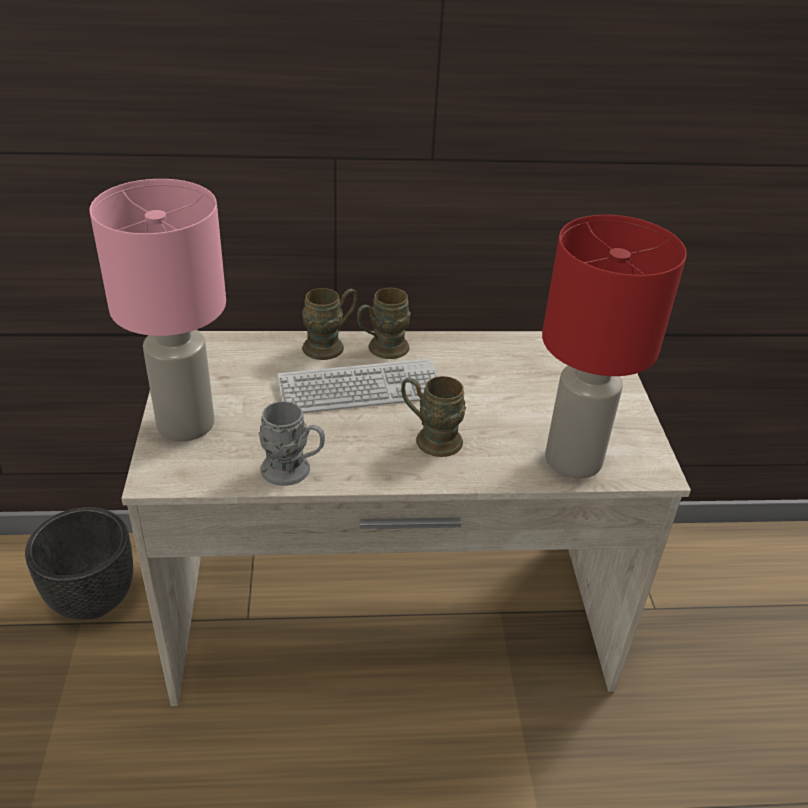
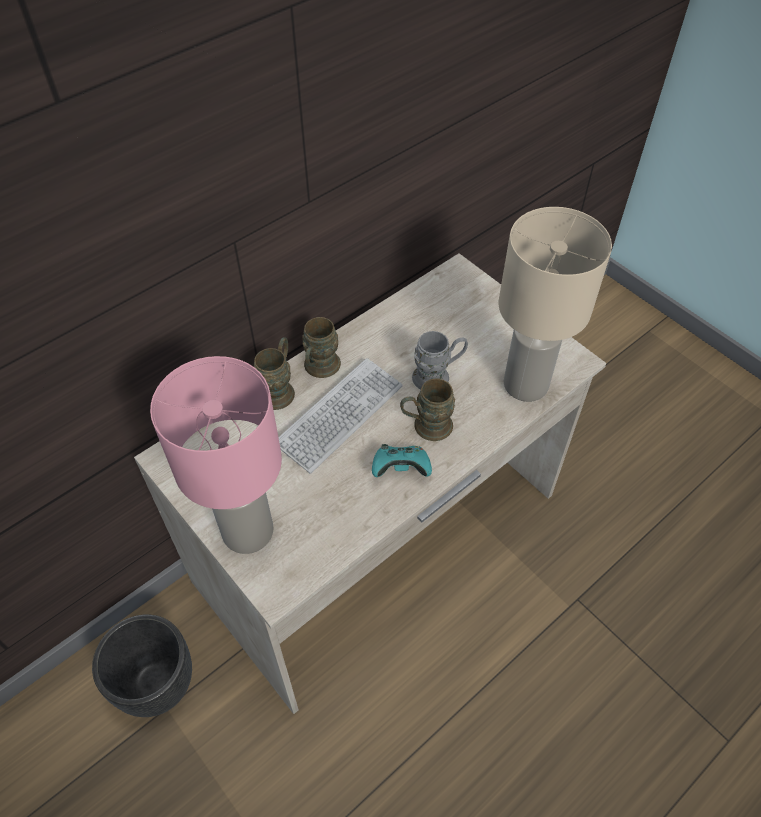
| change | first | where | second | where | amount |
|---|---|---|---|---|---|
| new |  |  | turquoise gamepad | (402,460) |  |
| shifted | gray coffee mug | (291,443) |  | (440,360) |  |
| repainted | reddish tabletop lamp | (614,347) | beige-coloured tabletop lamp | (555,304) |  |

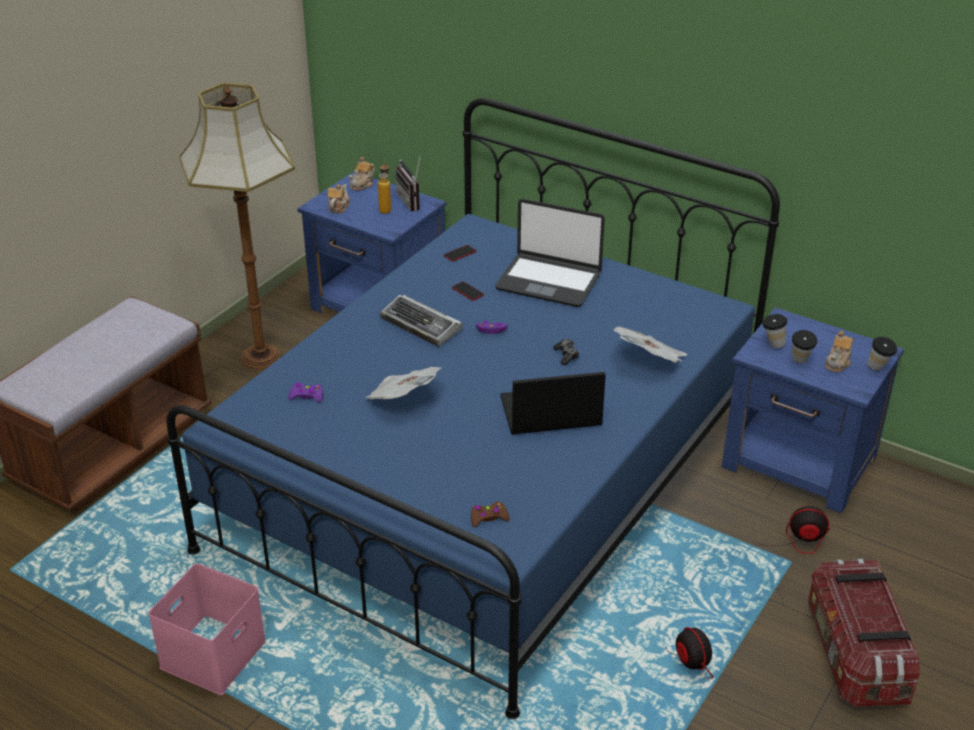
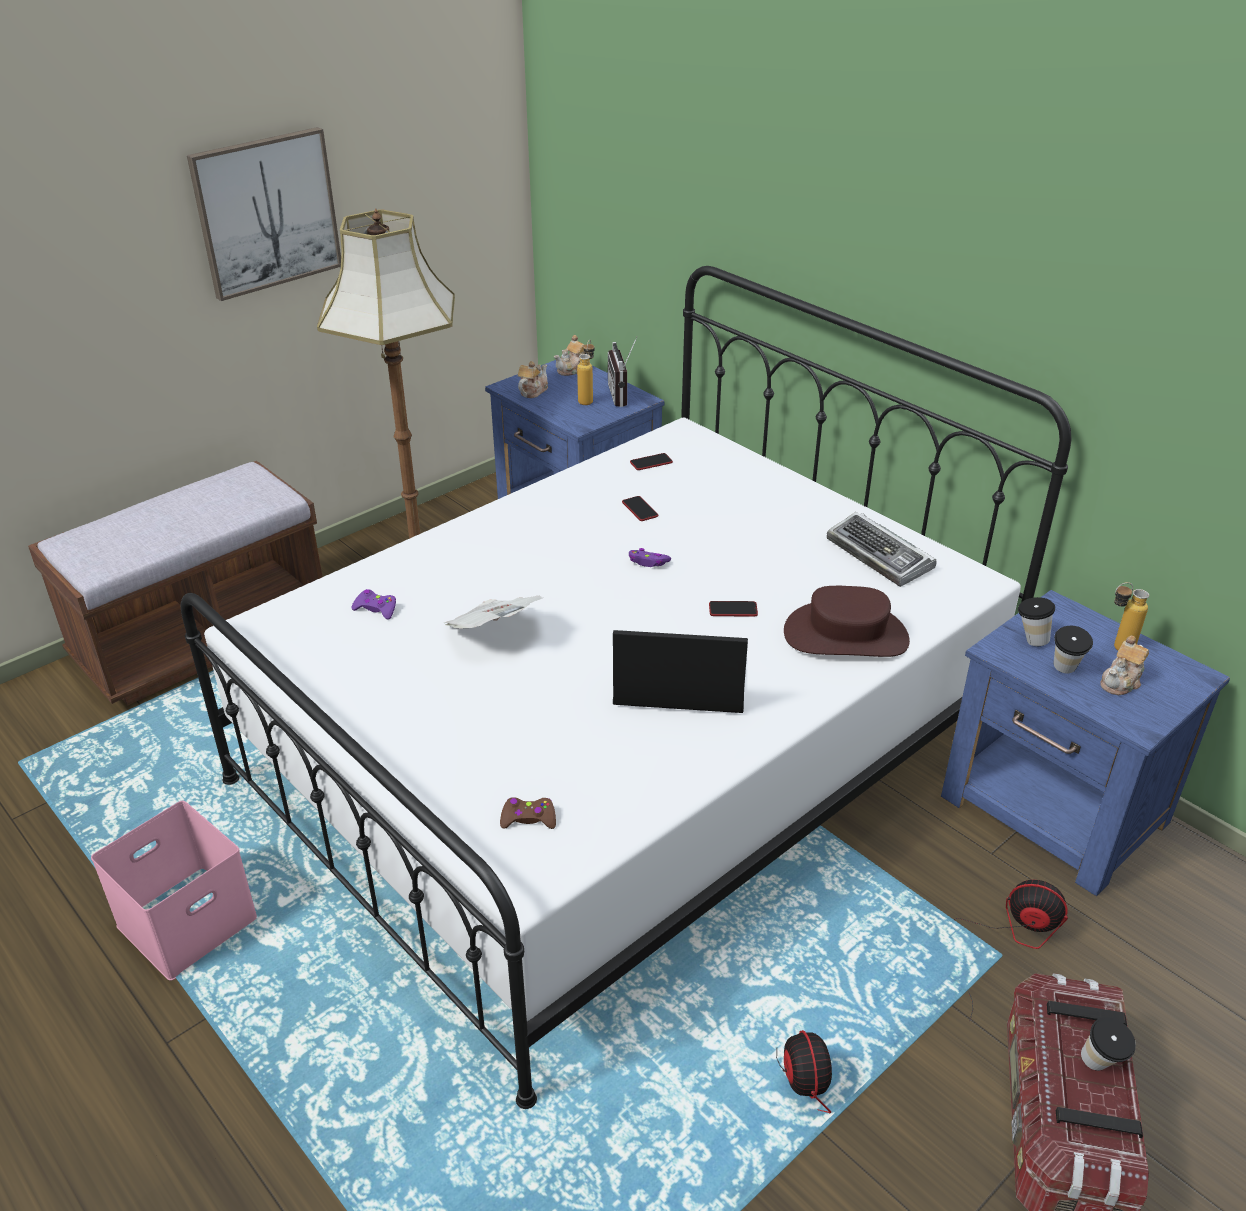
| change | first | where | second | where | amount |
|---|---|---|---|---|---|
| gone | laptop | (550,253) |  |  |  |
| new |  |  | picture | (264,214) |  |
| new |  |  | bottle | (1131,616) |  |
| shifted | computer keyboard | (421,320) |  | (881,549) |  |
| shifted | small cup | (882,354) |  | (1108,1044) |  |
| swapped | gamepad | (566,352) | handset | (733,609) |  |
| swapped | daily paper | (650,345) | brown-coloured hat | (847,621) |  |
| repainted | blue-coloured bed | (473,408) | white-coloured bed | (626,687) |  |

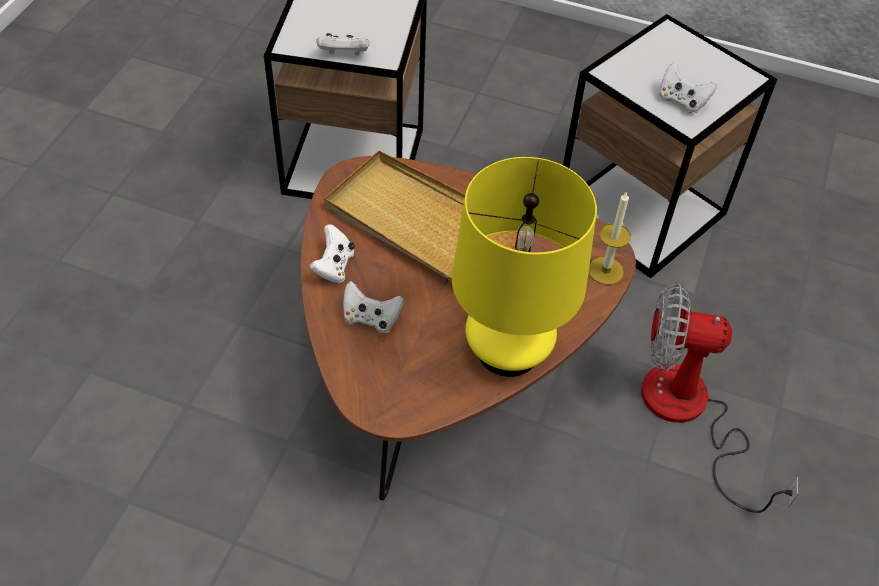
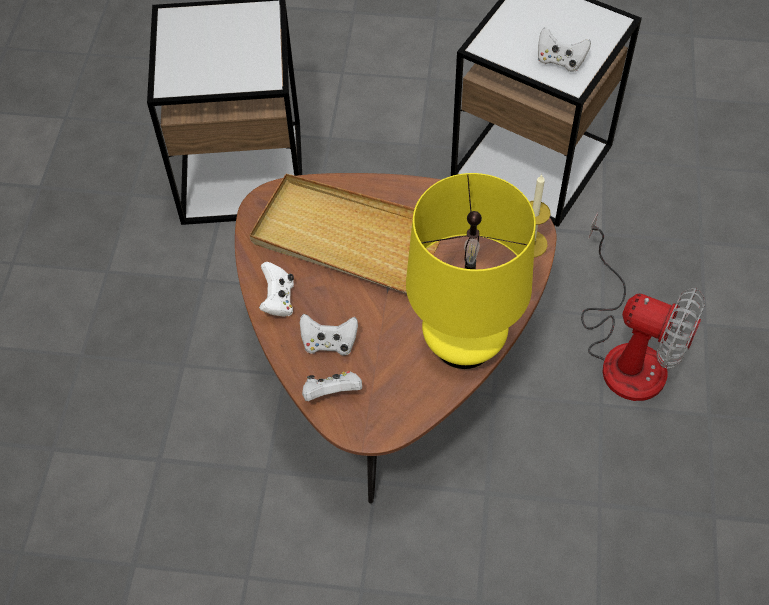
| change | first | where | second | where | amount |
|---|---|---|---|---|---|
| shifted | white-coloured gamepad | (343,44) |  | (332,386) |  |
| rotated | electric fan | (719,398) |  | (643,307) | 150 degrees counterclockwise |

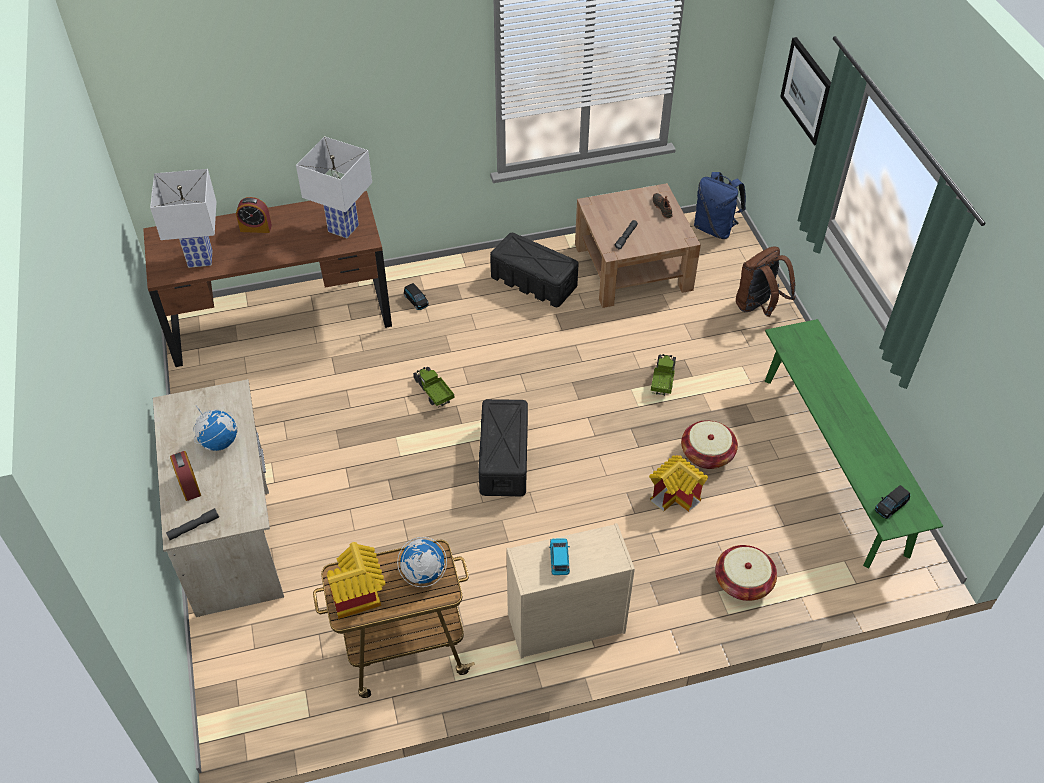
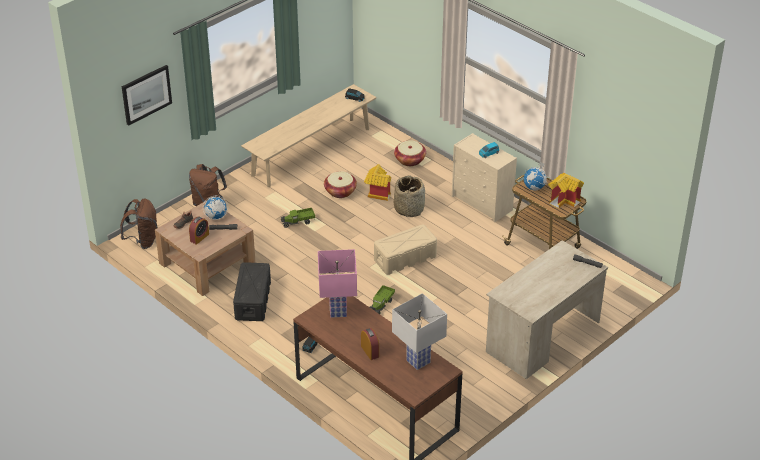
| change | first | where | second | where | amount |
|---|---|---|---|---|---|
| new |  |  | basket | (409,196) |  |
| shifted | bedside clock | (185,476) |  | (199,230) |  |
| shifted | globe | (215,428) |  | (215,208) |  |
| repainted | white-coloured tabletop lamp | (334,187) | pink tabletop lamp | (337,283) |  |
| repainted | blackish storage container | (503,447) | beige-coloured storage container | (405,249) |  |
| repainted | blue-coloured rucksack | (720,205) | brown-coloured rucksack | (139,224) |  |
| repainted | green indoor bench | (854,444) | beige-coloured indoor bench | (309,135) |  |

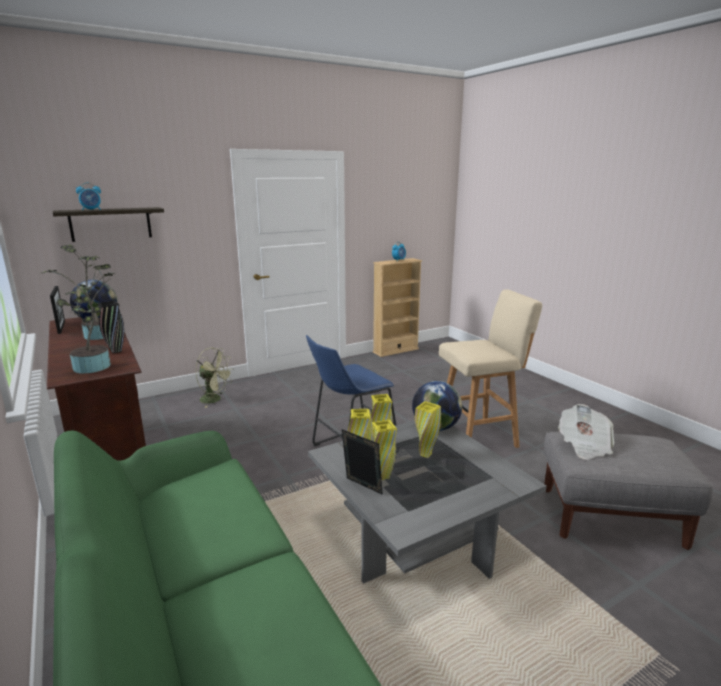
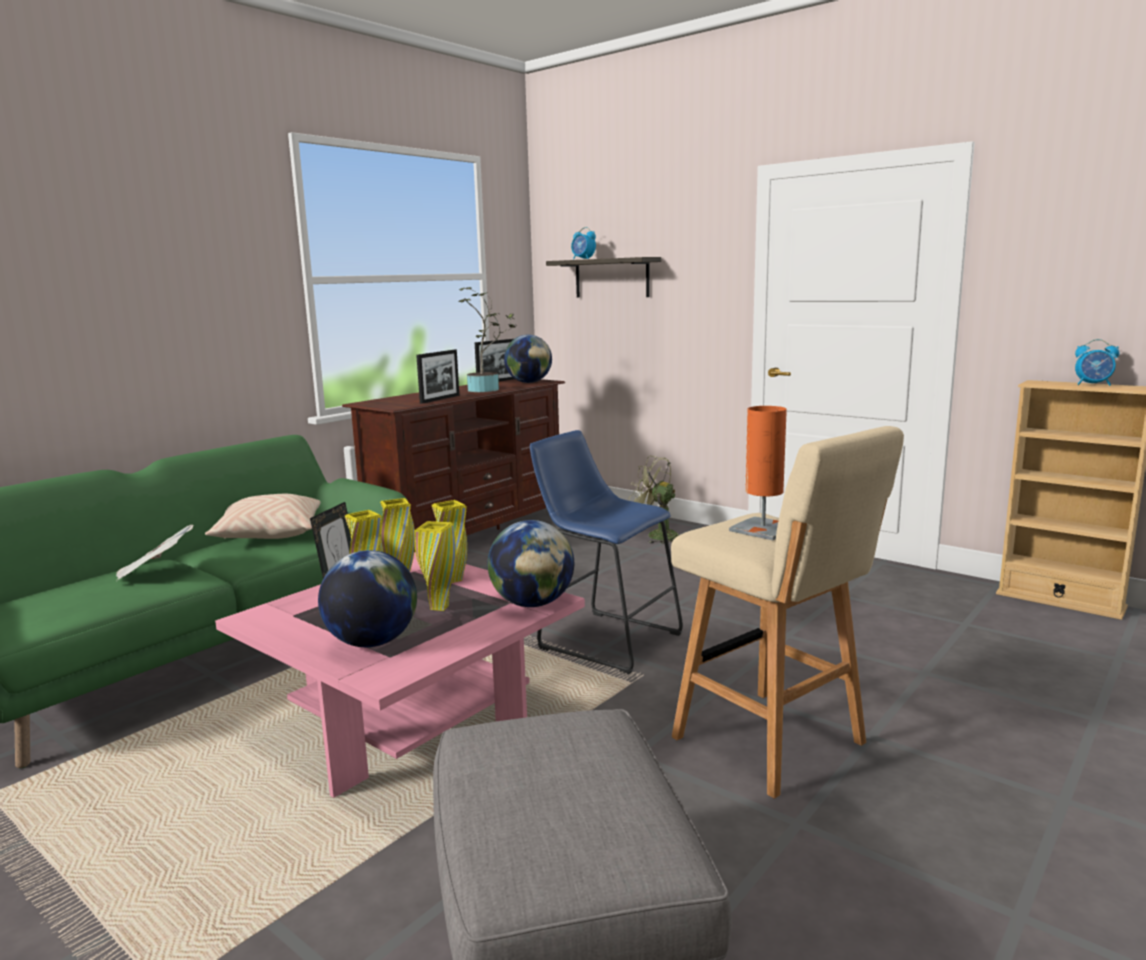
| change | first | where | second | where | amount |
|---|---|---|---|---|---|
| gone | houseplant | (76,315) |  |  |  |
| new |  |  | beige-coloured throw pillow | (262,516) |  |
| new |  |  | globe | (367,598) |  |
| new |  |  | orange-coloured tabletop lamp | (758,473) |  |
| shifted | daily paper | (586,431) |  | (154,552) |  |
| swapped | blackish vase | (111,327) | picture frame | (437,377) |  |
| repainted | gray low table | (427,502) | pink low table | (400,675) |  |
| rotated | green electric fan | (215,378) |  | (653,500) | 120 degrees clockwise |

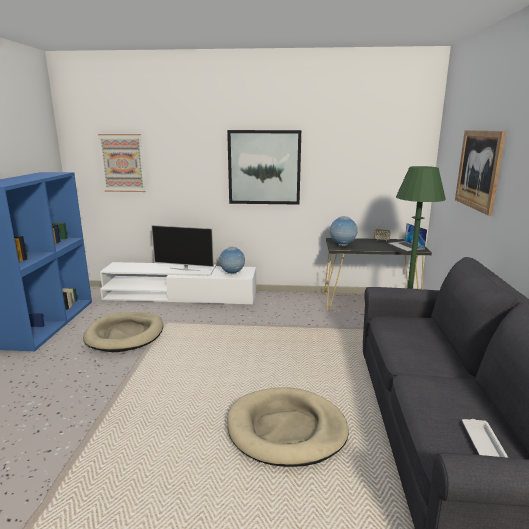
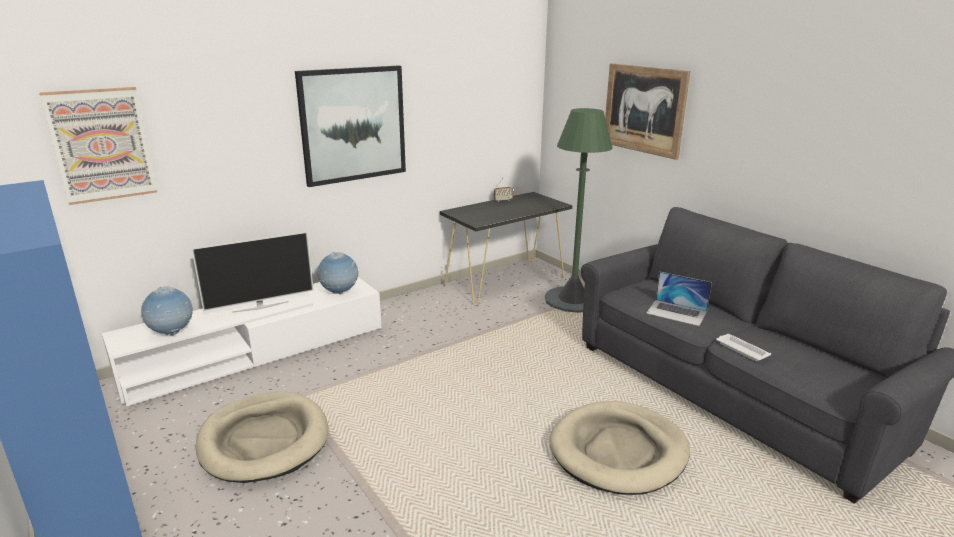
| change | first | where | second | where | amount |
|---|---|---|---|---|---|
| shifted | globe | (343,231) |  | (167,311) |  |
| shifted | laptop | (408,237) |  | (679,298) |  |
| shifted | white-coloured serving tray | (485,438) |  | (743,347) |  |

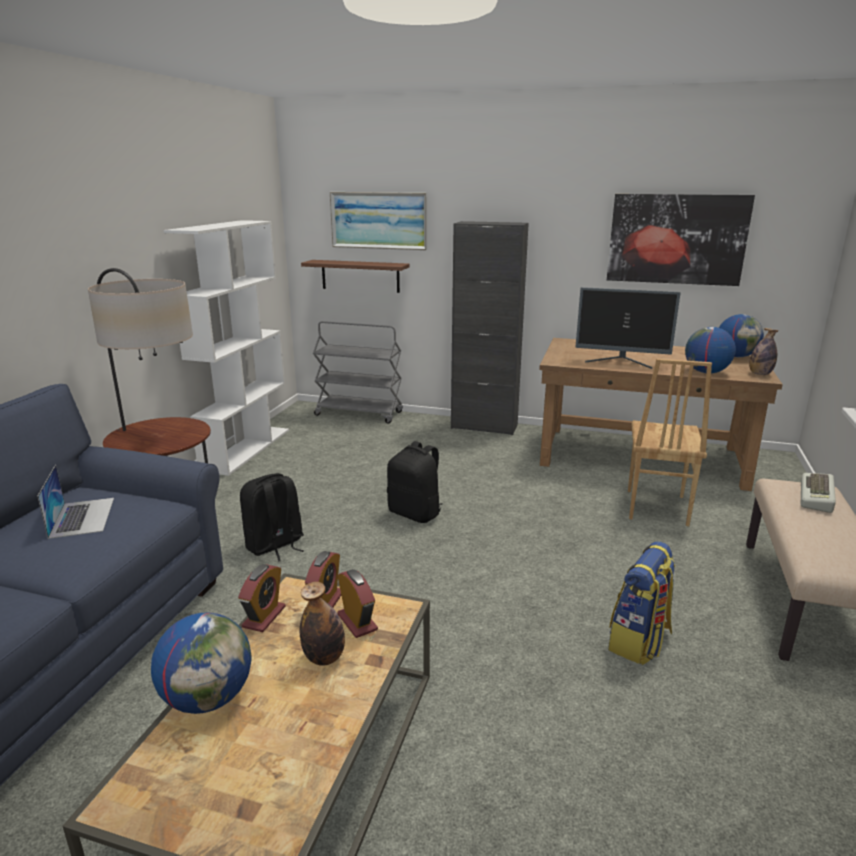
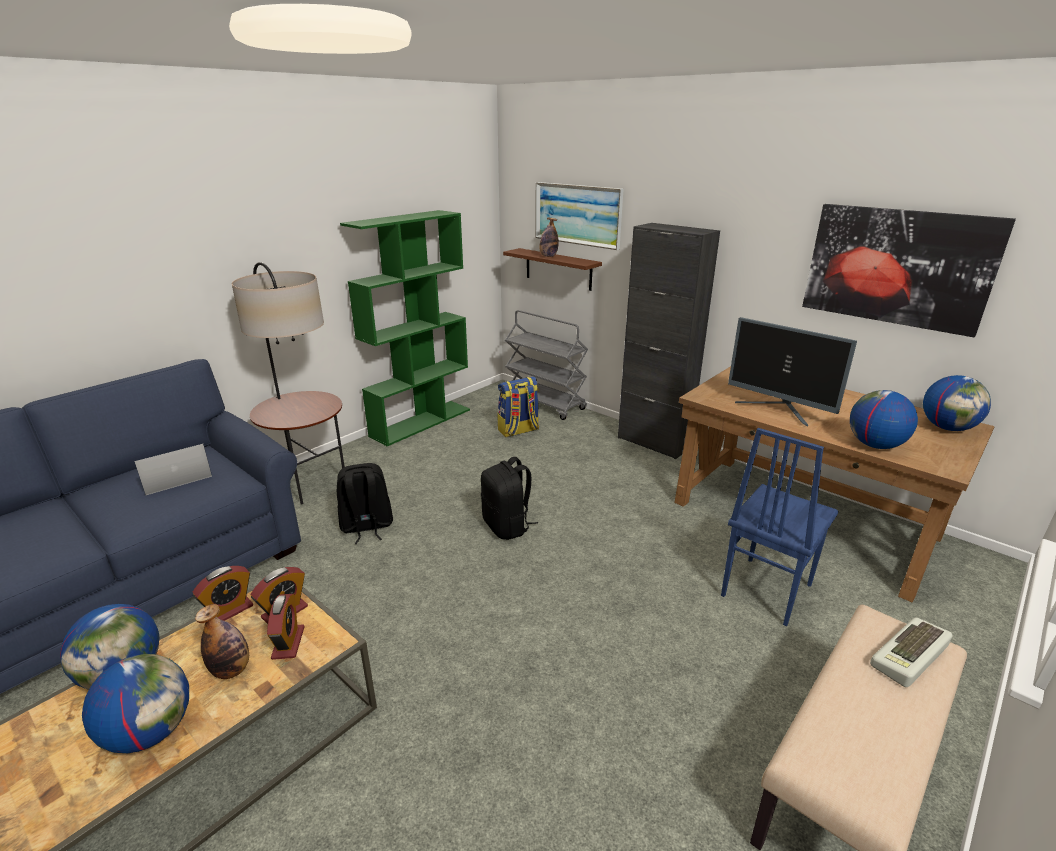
| change | first | where | second | where | amount |
|---|---|---|---|---|---|
| new |  |  | globe | (135,703) |  |
| shifted | rucksack | (641,603) |  | (518,406) |  |
| shifted | bottle | (763,351) |  | (549,237) |  |
| repainted | white-coloured bookcase | (226,348) | green bookcase | (405,328) |  |
| repainted | brown-coloured upright chair | (670,442) | blue-coloured upright chair | (779,527) |  |
| rotated | laptop | (75,502) |  | (173,469) | 135 degrees counterclockwise |

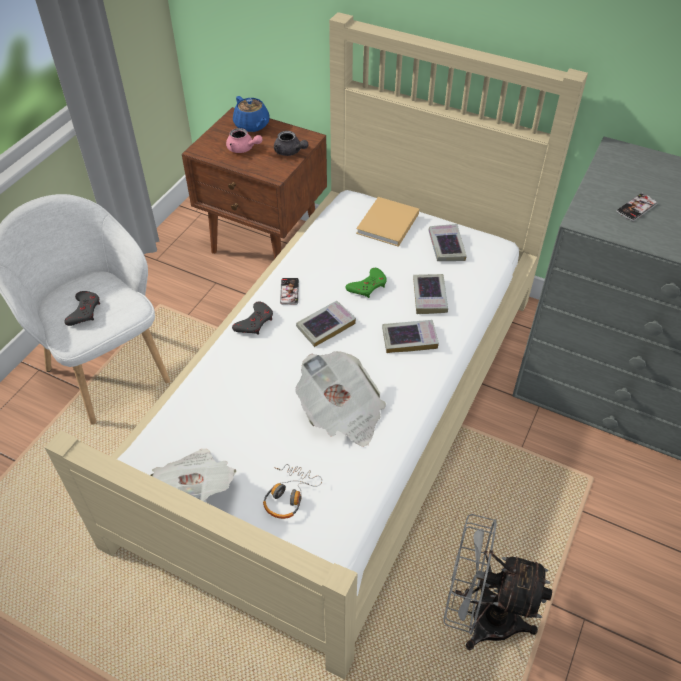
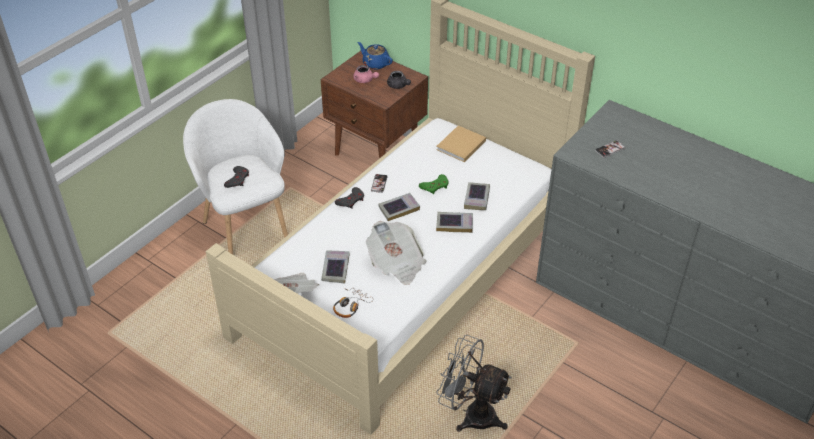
| change | first | where | second | where | amount |
|---|---|---|---|---|---|
| shifted | book | (447,242) |  | (335,267) |  |
| rotated | blue-coloured pot for tea | (251,114) |  | (375,55) | 150 degrees clockwise |

